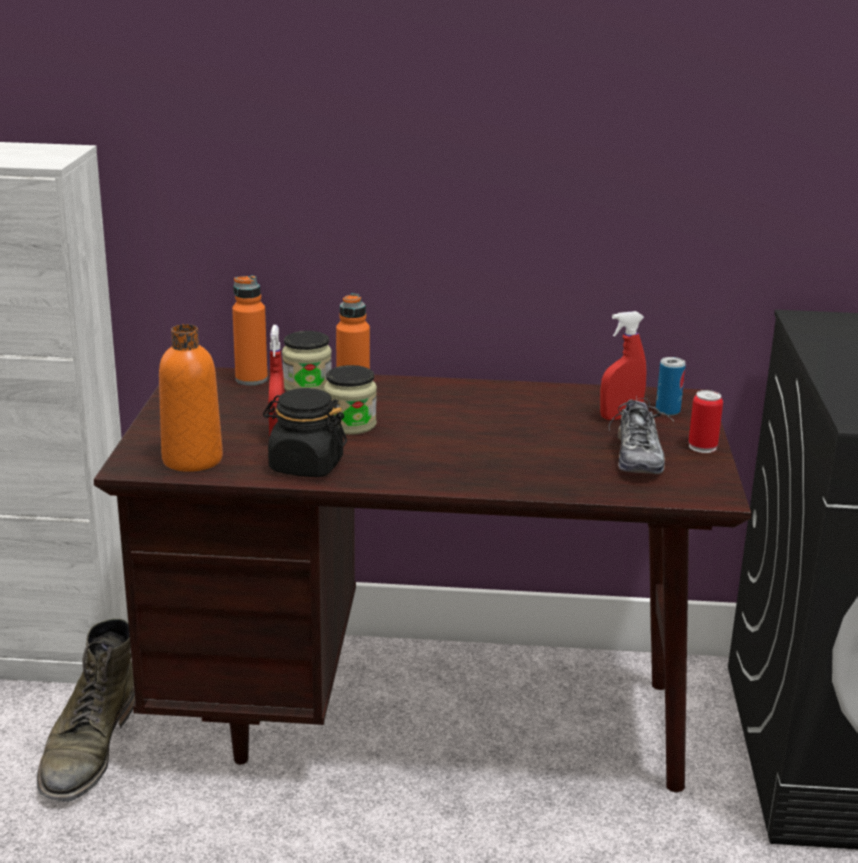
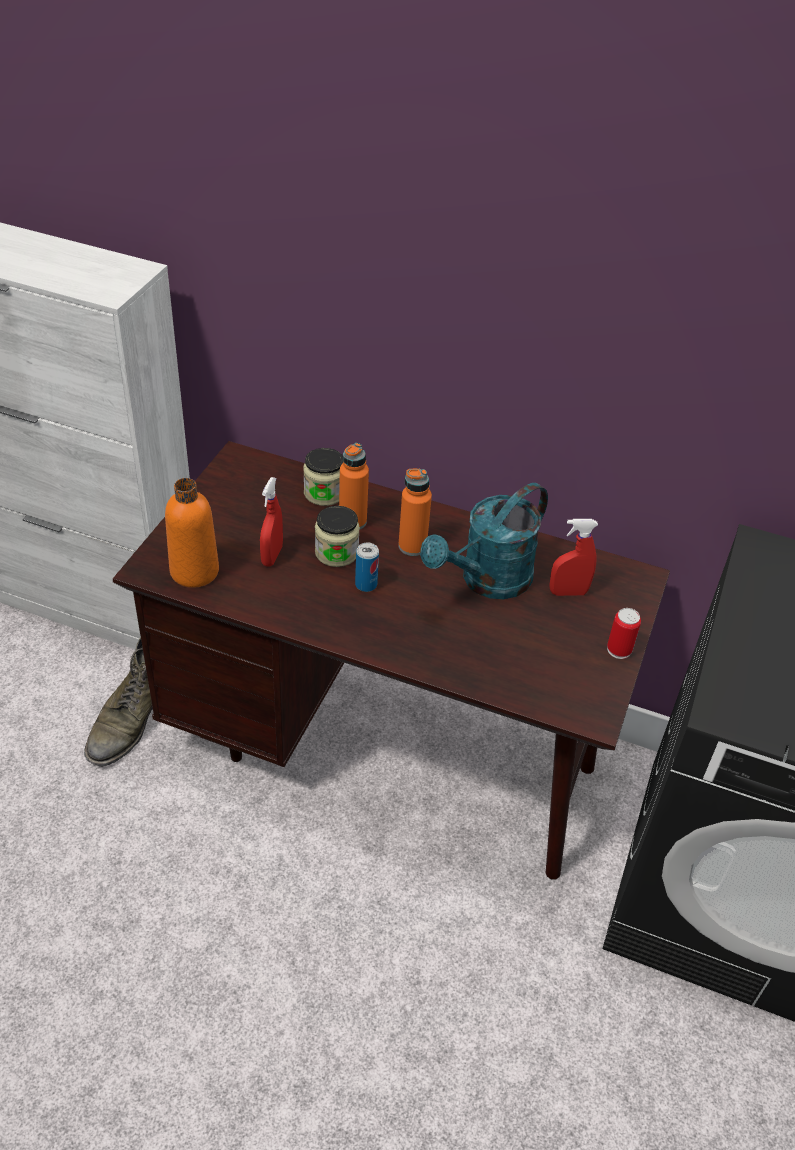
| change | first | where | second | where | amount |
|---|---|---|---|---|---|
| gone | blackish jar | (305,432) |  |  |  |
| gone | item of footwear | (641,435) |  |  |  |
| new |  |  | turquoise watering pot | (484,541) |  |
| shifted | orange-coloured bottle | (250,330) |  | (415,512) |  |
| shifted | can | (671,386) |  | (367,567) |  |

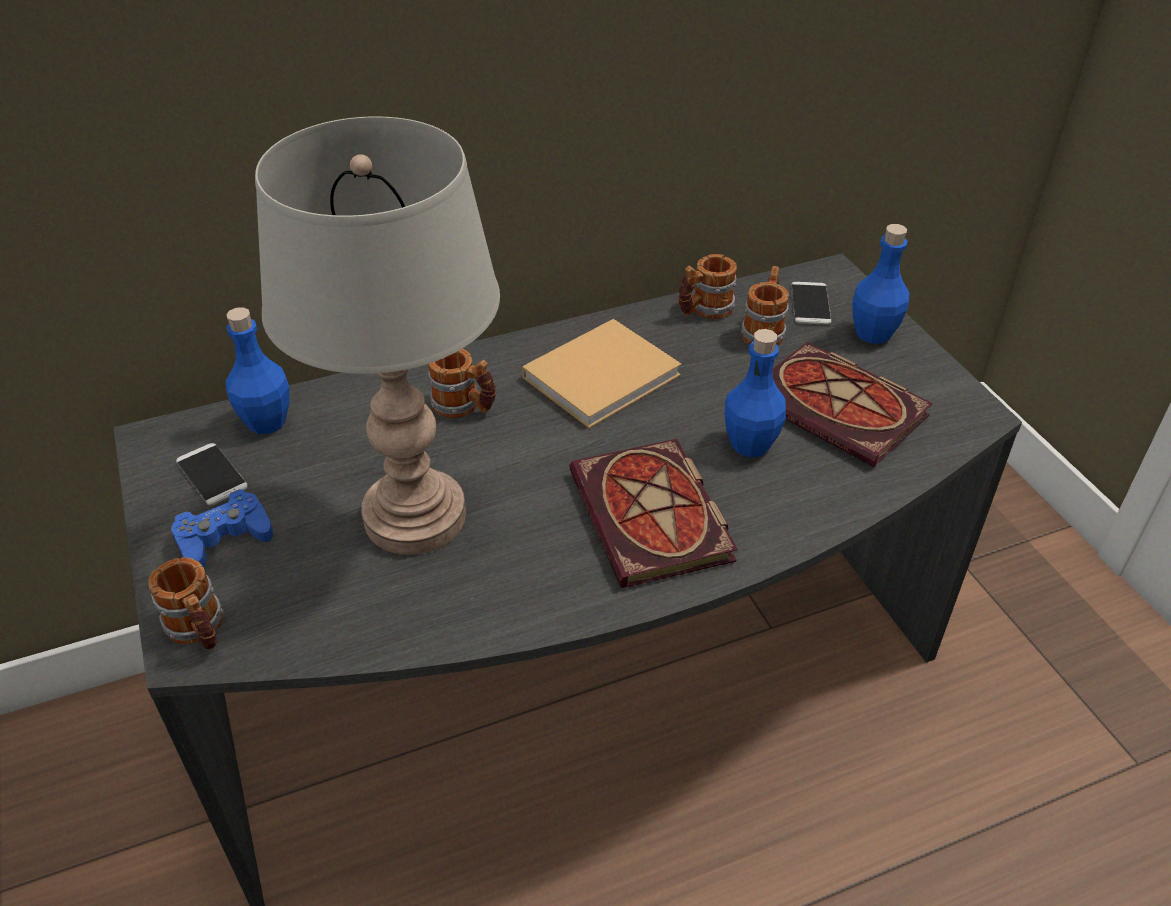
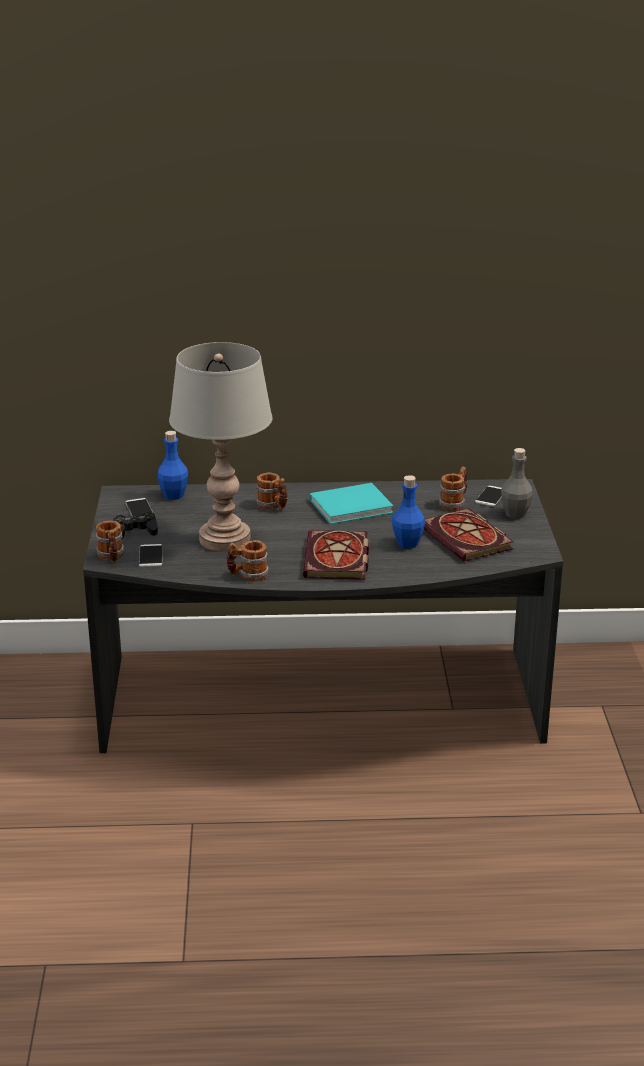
| change | first | where | second | where | amount |
|---|---|---|---|---|---|
| new |  |  | handset | (151,555) |  |
| shifted | coffee mug | (707,286) |  | (247,561) |  |
| repainted | blue-coloured gamepad | (222,528) | blackish gamepad | (135,525) |  |
| repainted | beige-coloured book | (602,373) | turquoise book | (351,503) |  |
| repainted | blue-coloured bottle | (881,284) | gray bottle | (517,483) |  |

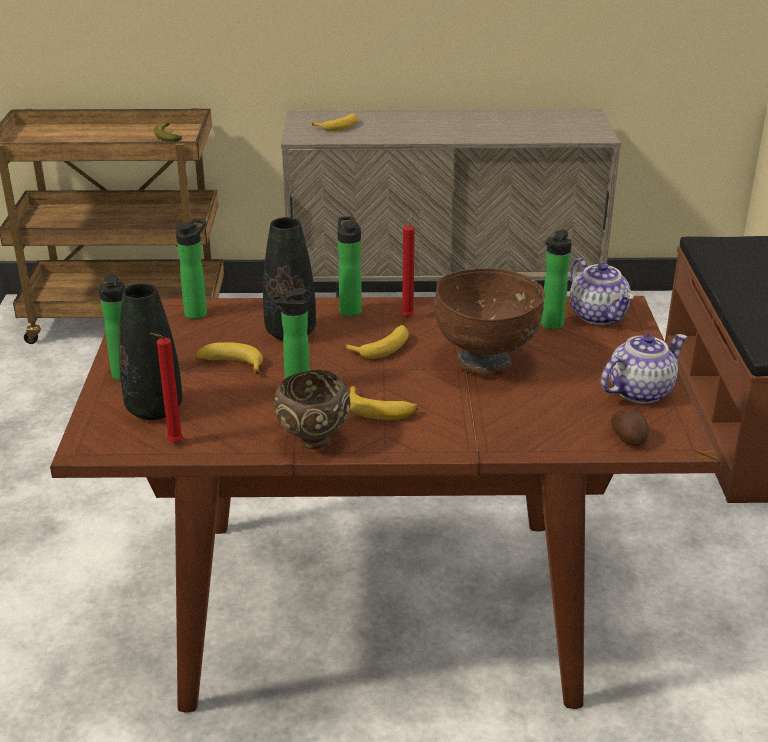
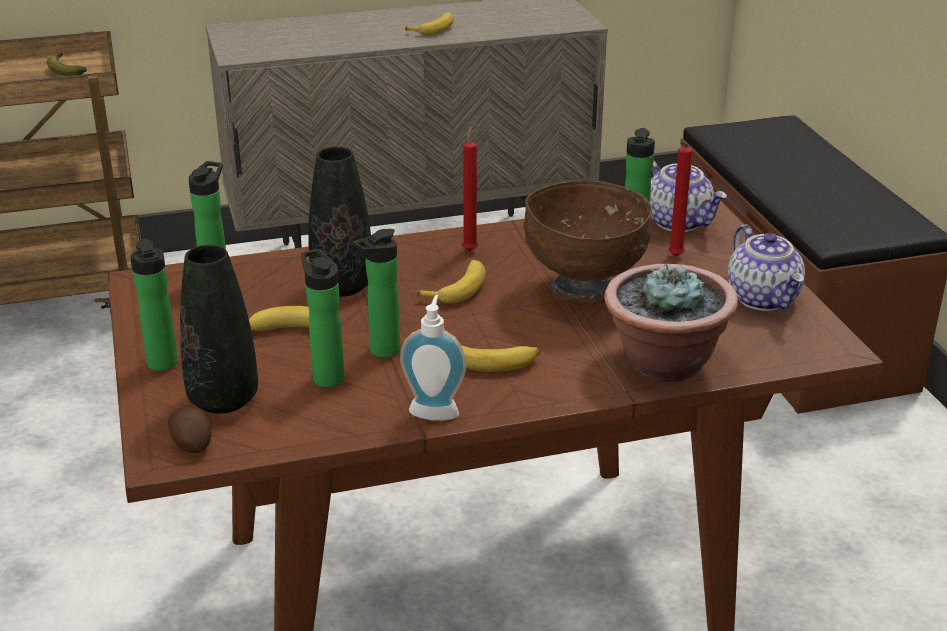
| change | first | where | second | where | amount |
|---|---|---|---|---|---|
| new |  |  | houseplant | (671,322) |  |
| shifted | reddish candle | (166,388) |  | (680,198) |  |
| shifted | whole banana | (335,122) |  | (429,24) |  |
| shifted | bottle | (349,266) |  | (322,318) |  |
| shifted | potato | (630,427) |  | (190,430) |  |
| swapped | brown-coloured bowl | (312,409) | liquid soap bottle | (433,357) |  |
| rotated | pot for tea | (644,368) |  | (766,268) | 120 degrees clockwise |

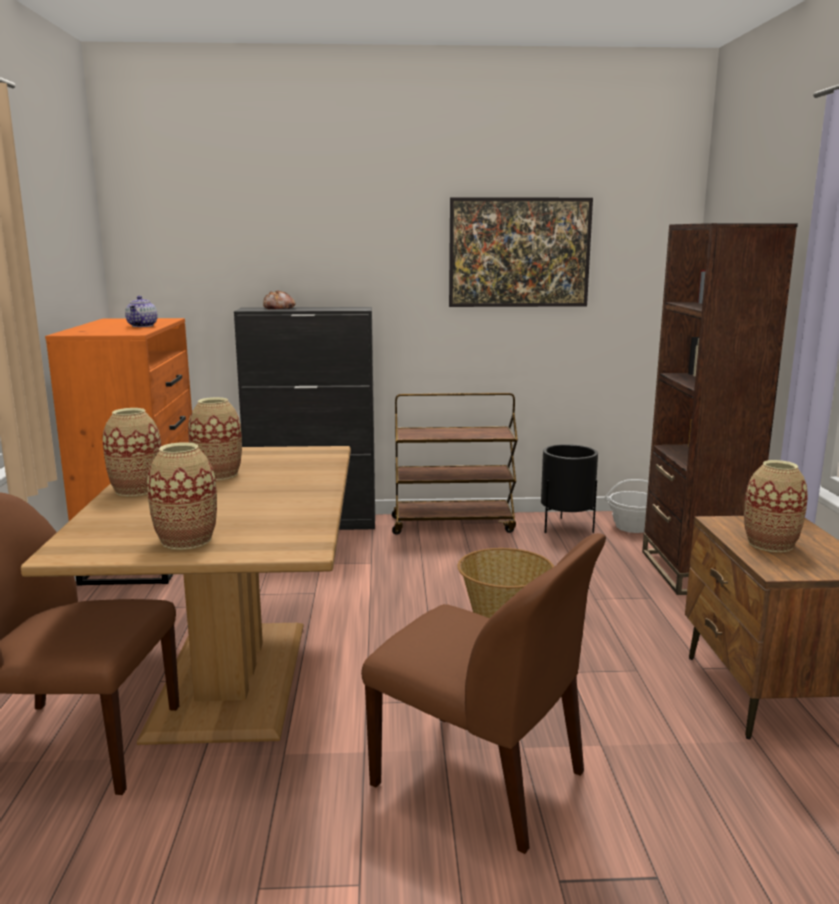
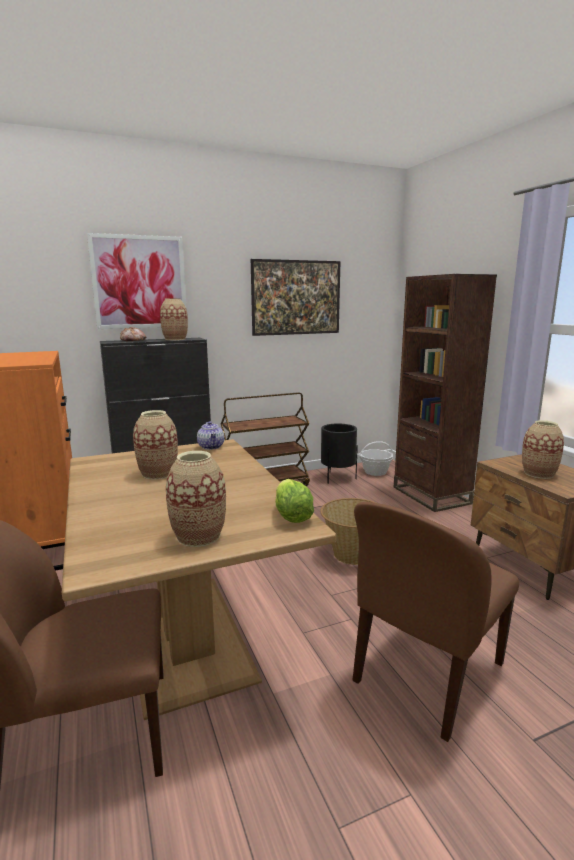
| change | first | where | second | where | amount |
|---|---|---|---|---|---|
| new |  |  | picture | (137,281) |  |
| new |  |  | head of lettuce | (294,501) |  |
| shifted | vase | (132,452) |  | (174,319) |  |
| shifted | pot for tea | (141,311) |  | (210,435) |  |
| rotated | brown-coloured upright chair | (483,693) |  | (435,622) | 120 degrees clockwise |

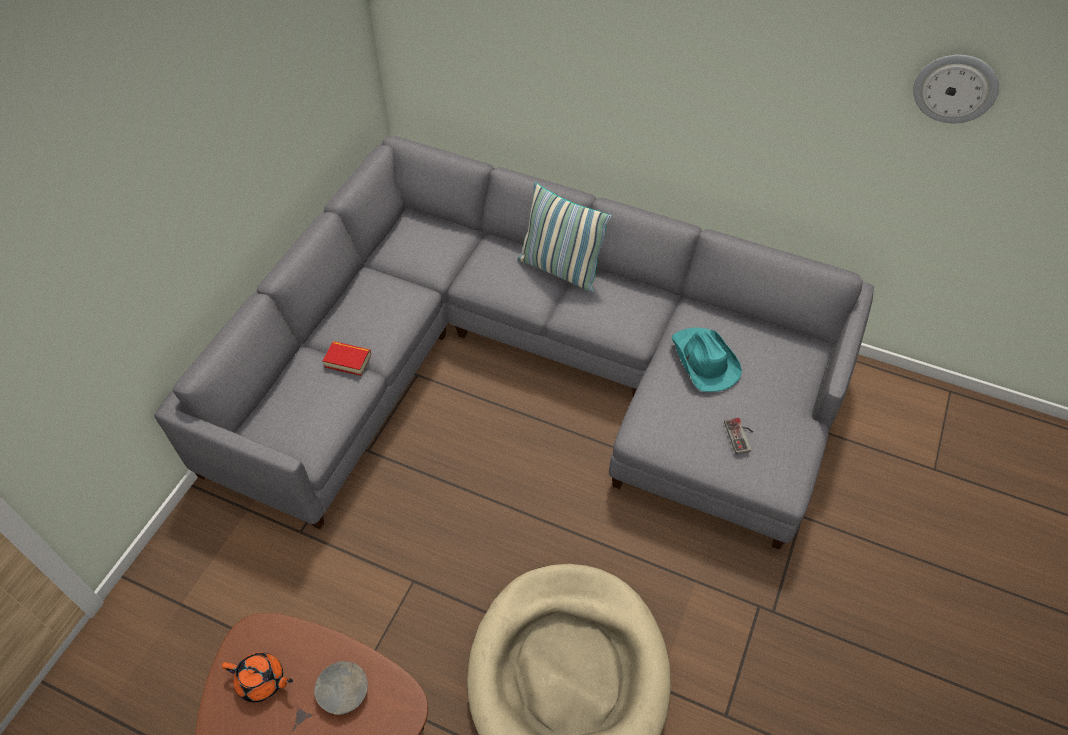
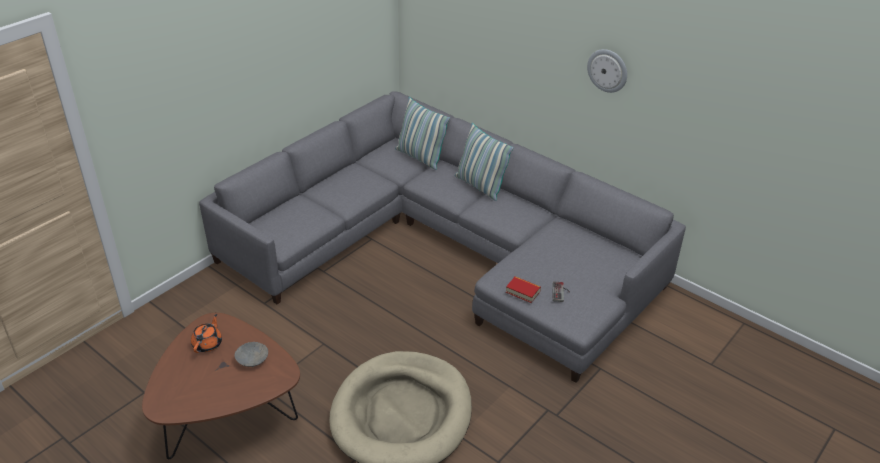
| change | first | where | second | where | amount |
|---|---|---|---|---|---|
| gone | turquoise hat | (706,359) |  |  |  |
| new |  |  | throw pillow | (422,133) |  |
| shifted | book | (347,358) |  | (523,289) |  |
| shifted | hanging clock | (956,89) |  | (607,71) |  |
| rotated | orange-coloured pot for tea | (257,677) |  | (206,333) | 105 degrees counterclockwise |

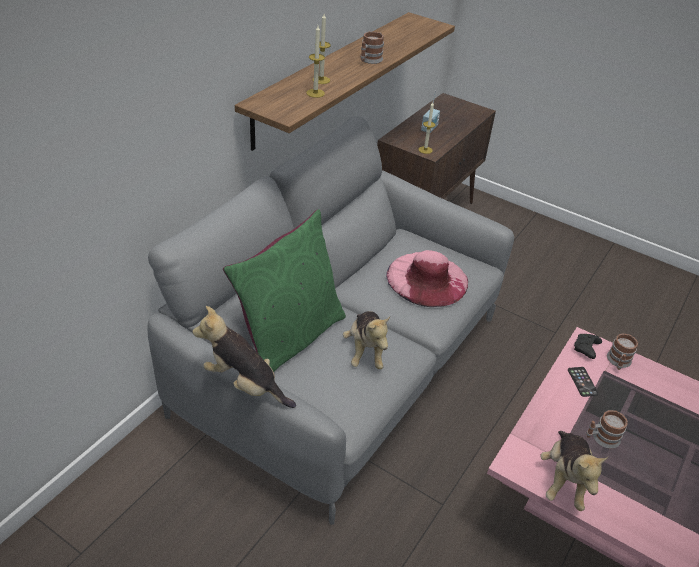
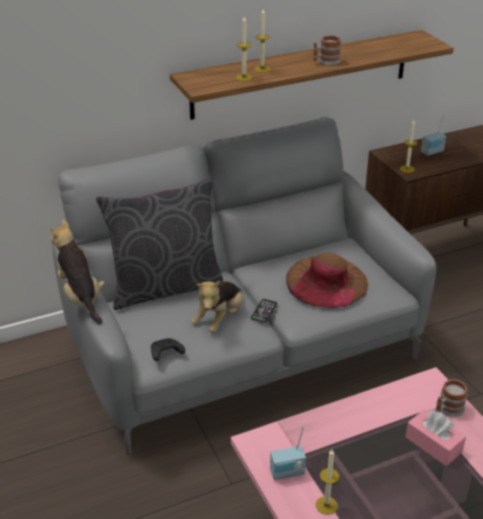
| change | first | where | second | where | amount |
|---|---|---|---|---|---|
| gone | coffee mug | (607,429) |  |  |  |
| new |  |  | candle | (327,482) |  |
| new |  |  | pink tissue box | (436,437) |  |
| shifted | handset | (583,382) |  | (264,311) |  |
| shifted | blackish gamepad | (588,346) |  | (168,349) |  |
| swapped | plush toy | (574,471) | radio set | (288,453) |  |
| repainted | green throw pillow | (284,290) | gray throw pillow | (160,243) |  |
| repainted | pink hat | (427,278) | brown-coloured hat | (327,280) |  |

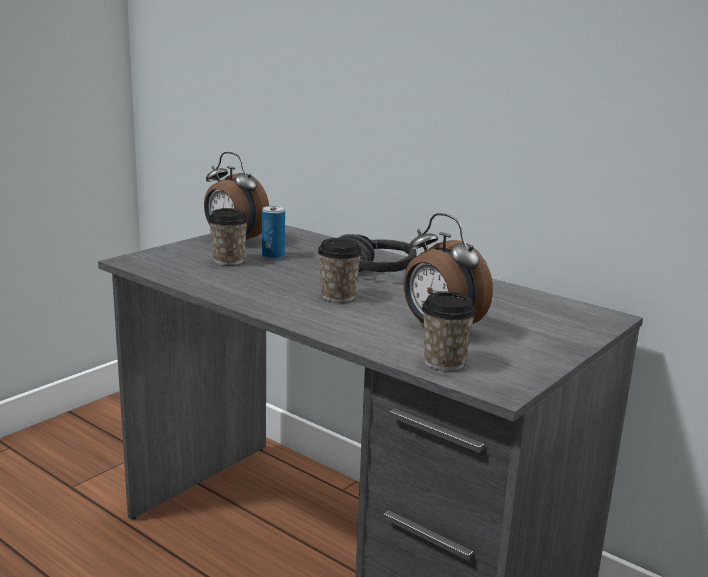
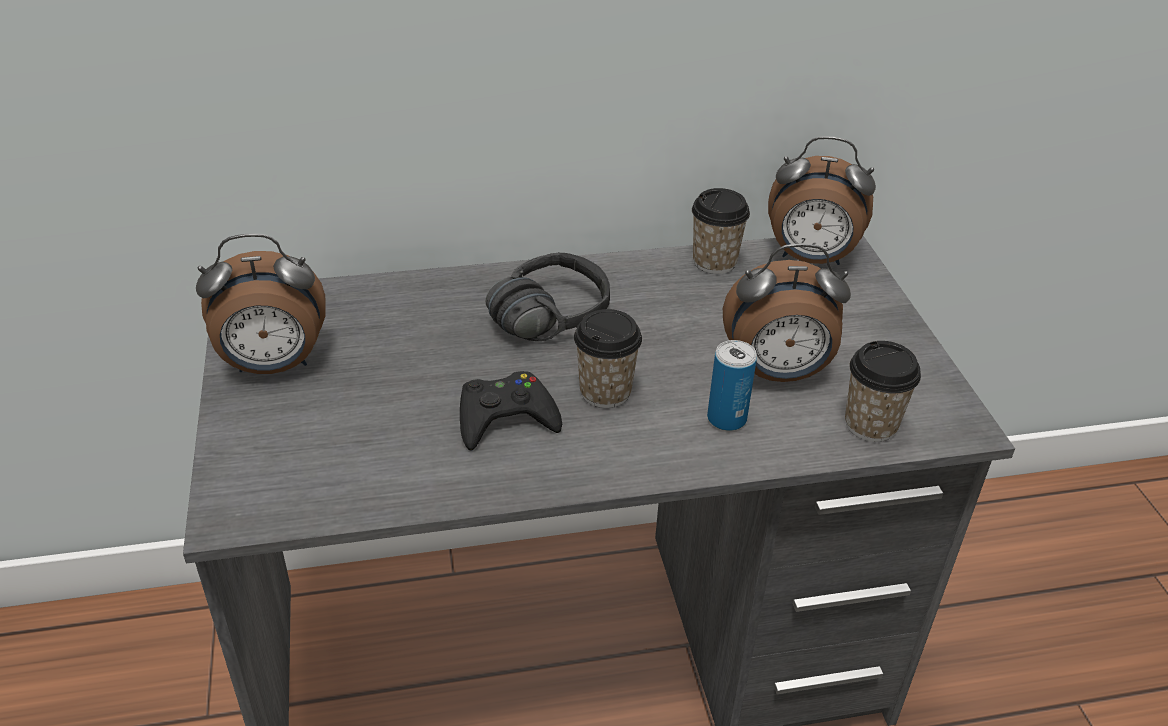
| change | first | where | second | where | amount |
|---|---|---|---|---|---|
| new |  |  | blackish gamepad | (511,410) |  |
| new |  |  | bedside clock | (822,200) |  |
| shifted | small cup | (228,236) |  | (721,231) |  |
| shifted | can | (273,232) |  | (732,385) |  |

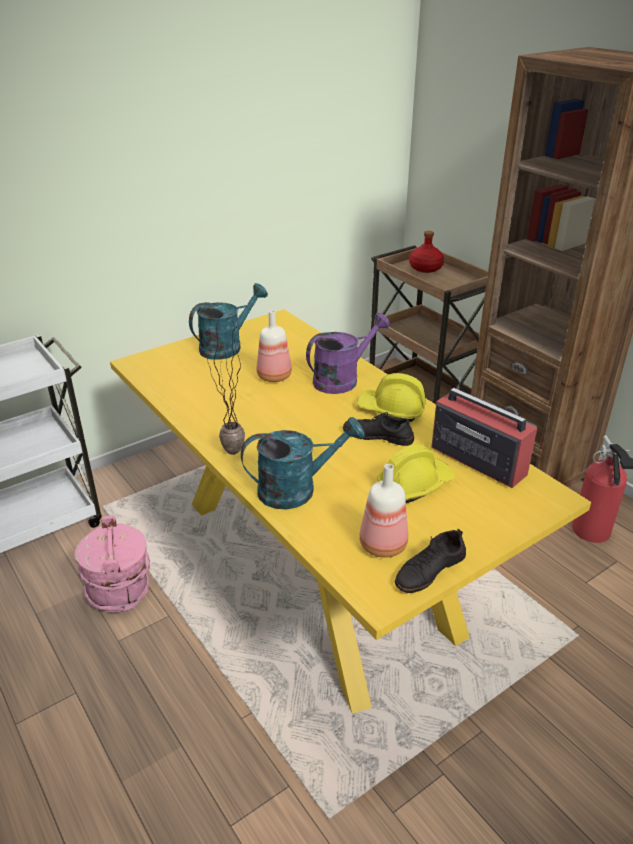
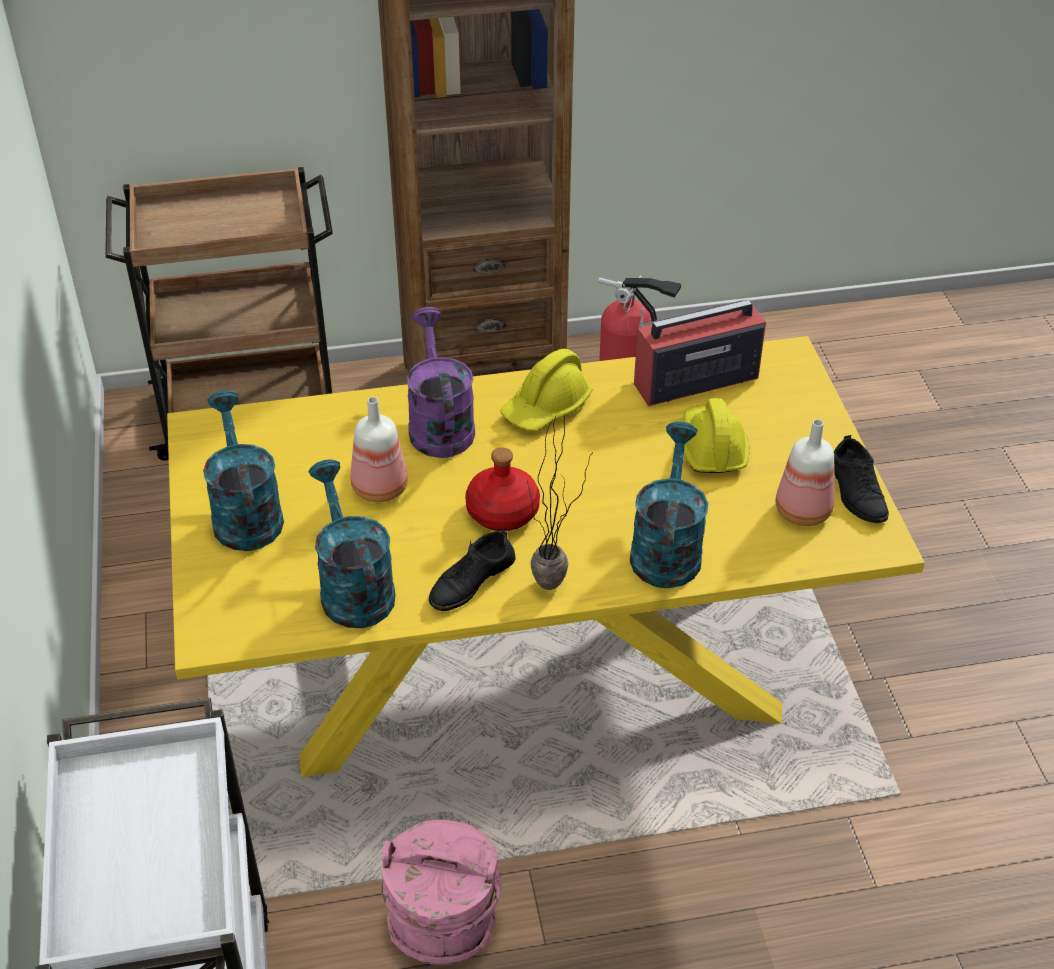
| change | first | where | second | where | amount |
|---|---|---|---|---|---|
| new |  |  | turquoise watering pot | (352,543) |  |
| shifted | blackish item of footwear | (378,429) |  | (472,570) |  |
| shifted | reddish bottle | (426,252) |  | (502,489) |  |

